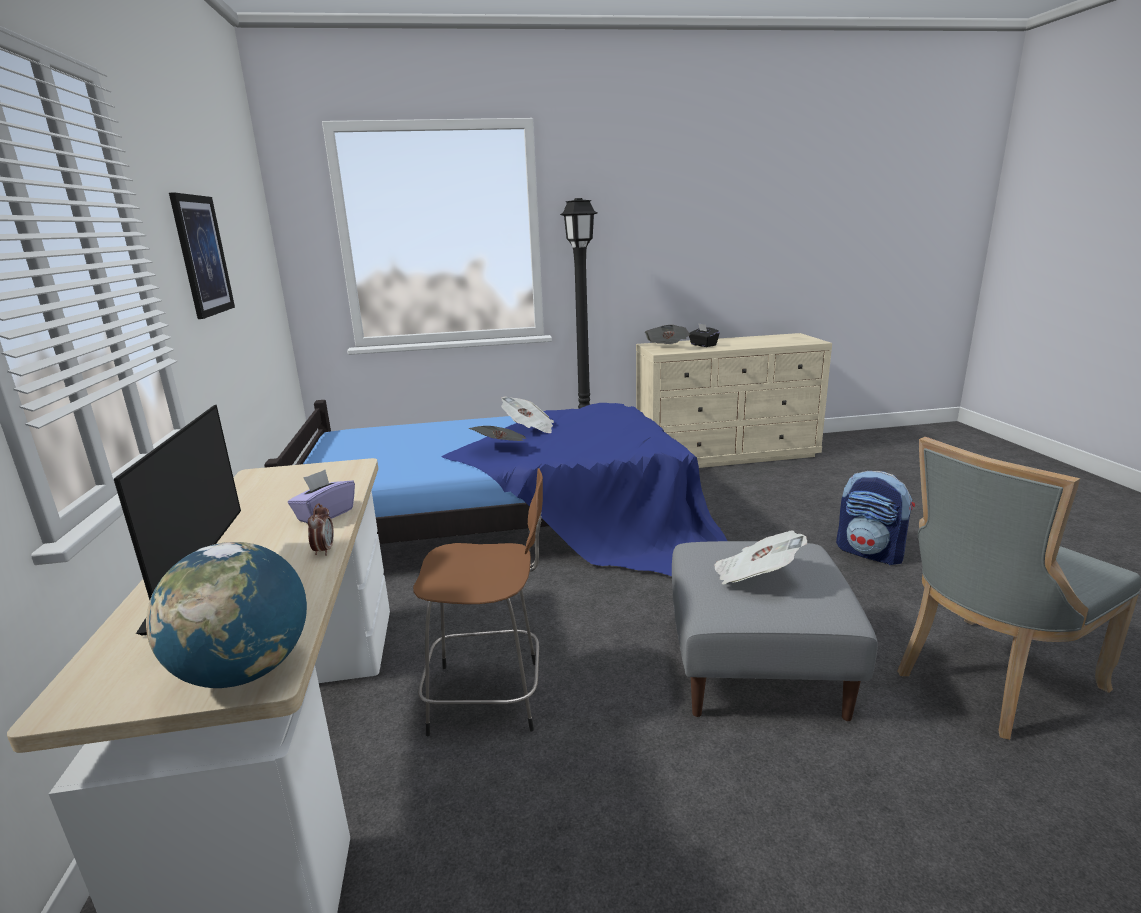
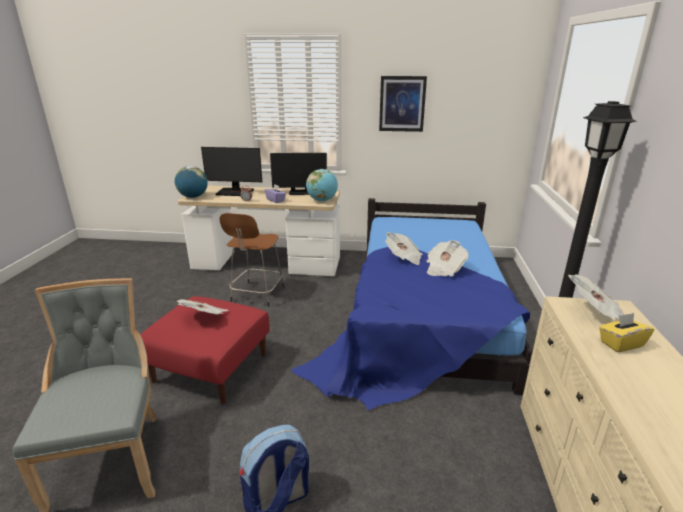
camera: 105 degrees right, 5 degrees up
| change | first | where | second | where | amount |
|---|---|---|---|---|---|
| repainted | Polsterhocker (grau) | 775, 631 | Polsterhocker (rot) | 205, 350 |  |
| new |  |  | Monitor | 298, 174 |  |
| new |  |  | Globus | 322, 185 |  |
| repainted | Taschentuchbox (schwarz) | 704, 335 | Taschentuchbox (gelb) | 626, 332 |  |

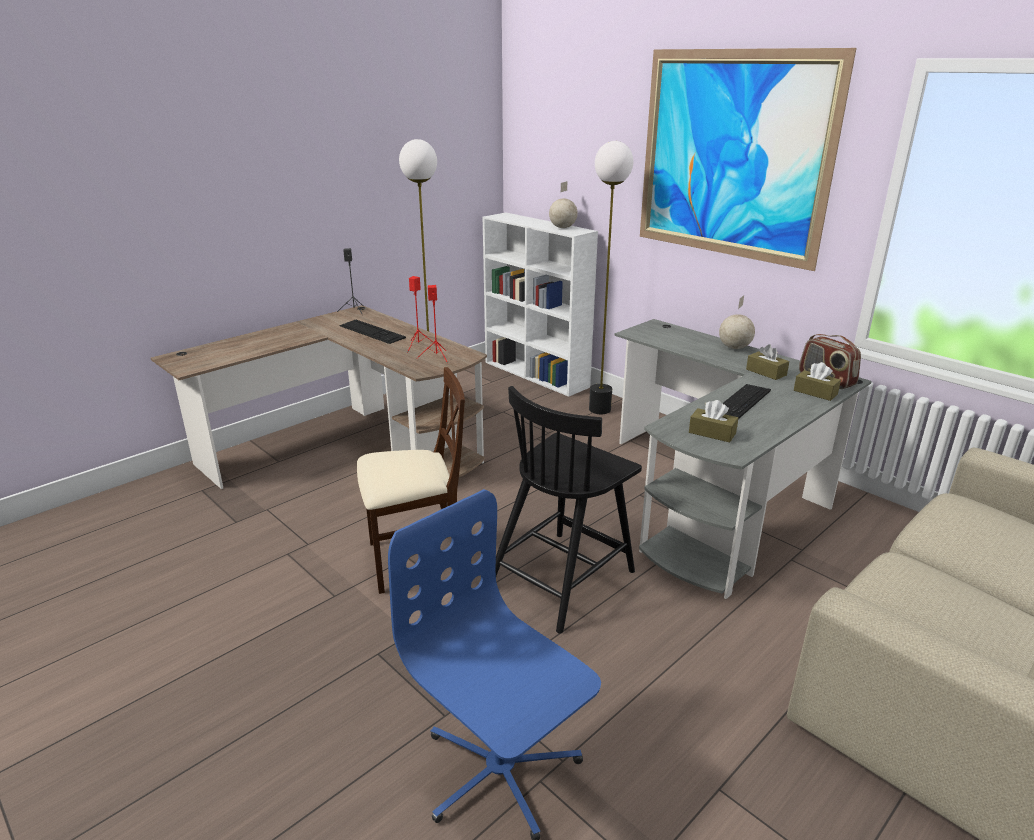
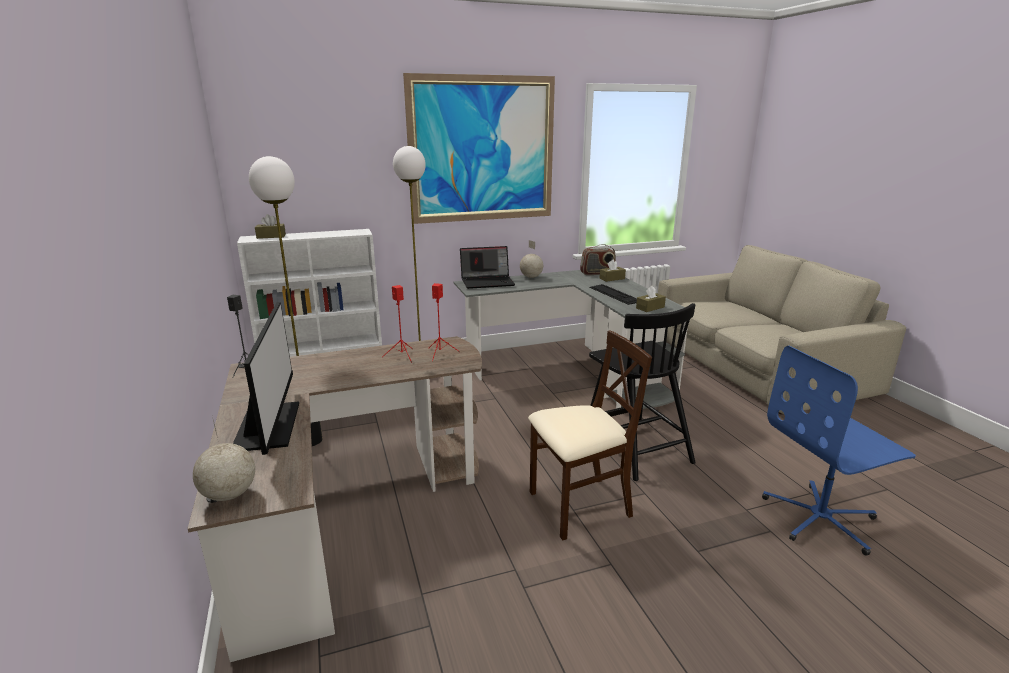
camera: 65 degrees left, 5 degrees down
| change | first | where | second | where | amount |
|---|---|---|---|---|---|
| shifted | Globus | 563, 204 |  | 224, 460 |  |
| new |  |  | Monitor | 266, 378 |  |
| shifted | Taschentuchbox (braun) | 767, 362 |  | 270, 226 |  |
| new |  |  | Laptop | 487, 267 |  |
| rotated | Stuhl (beige) | 411, 480 |  | 590, 435 | 60 degrees clockwise |
| gone | Tastatur | 372, 331 |  |  |  |

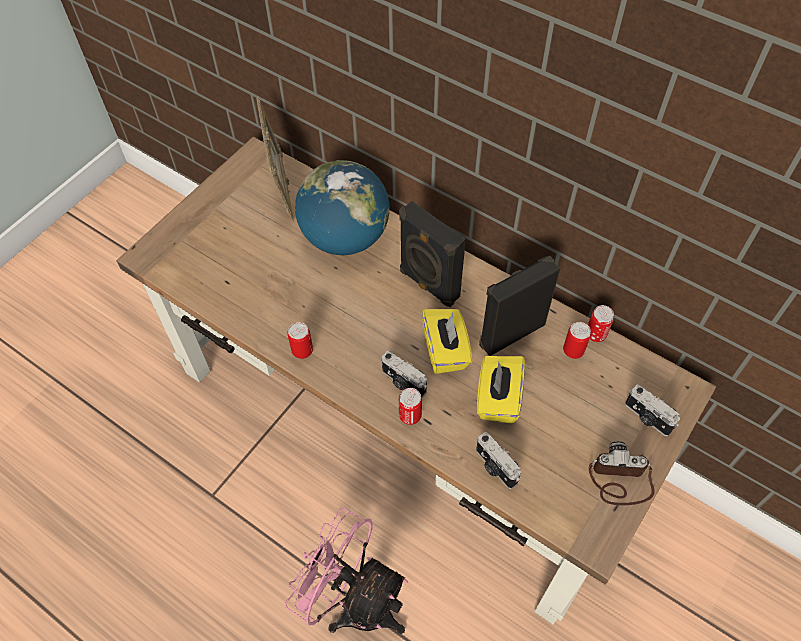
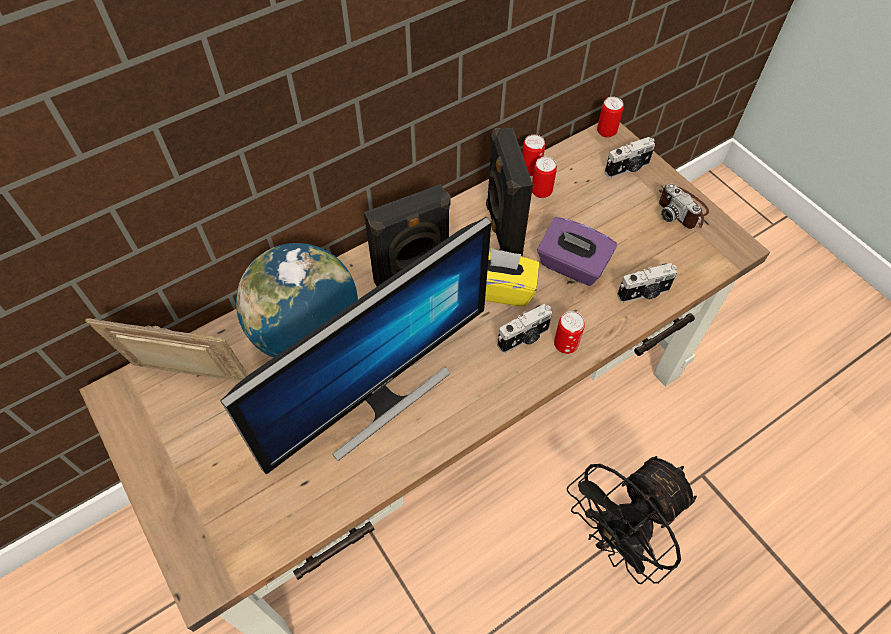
camera: 70 degrees left, 0 degrees up
| change | first | where | second | where | amount |
|---|---|---|---|---|---|
| new |  |  | Monitor | 355, 345 |  |
| repainted | Taschentuchbox (gelb) | 501, 390 | Taschentuchbox (lila) | 577, 251 |  |
| repainted | Ventilator (rosa) | 346, 571 | Ventilator (schwarz) | 632, 520 |  |
| shifted | Dose | 300, 340 |  | 610, 117 |  |
| rotated | Kamera | 622, 473 |  | 684, 206 | 60 degrees counterclockwise |

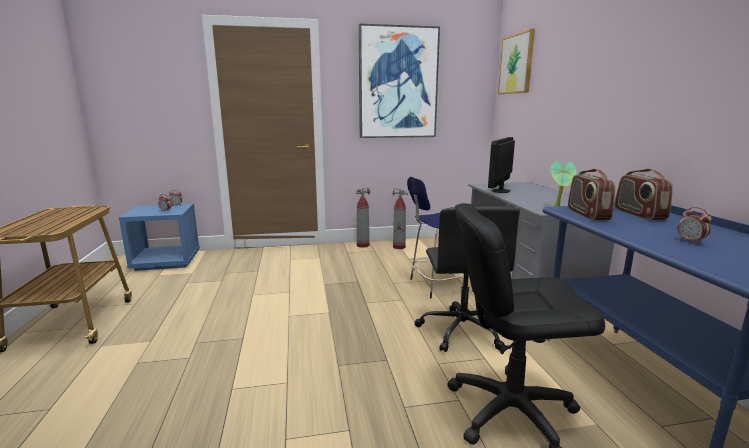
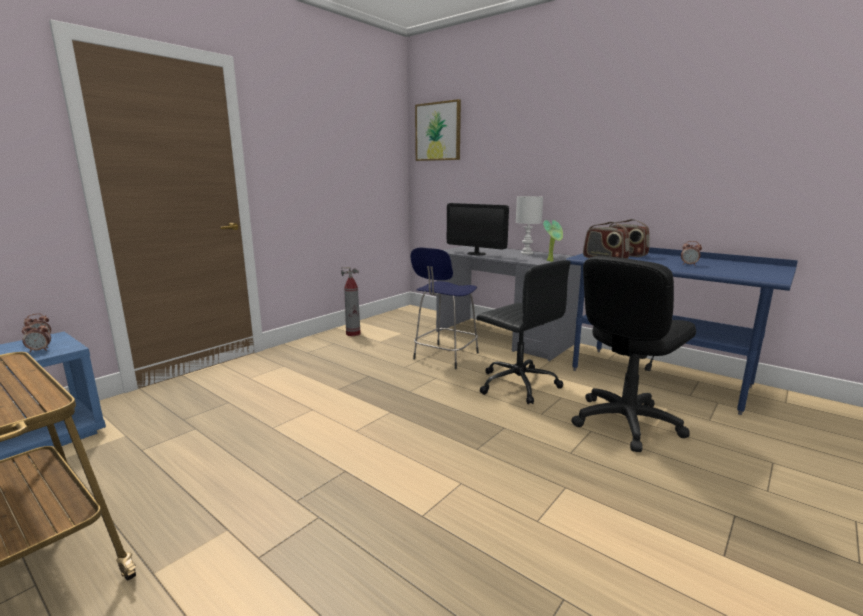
camera: 40 degrees left, 0 degrees up
| change | first | where | second | where | amount |
|---|---|---|---|---|---|
| rotated | Monitor | 501, 165 |  | 478, 229 | 45 degrees counterclockwise |
| new |  |  | Tischlampe (weiß) | 529, 225 |  |
| gone | Feuerlöscher | 363, 218 |  |  |  |
| gone | Bild | 399, 81 |  |  |  |

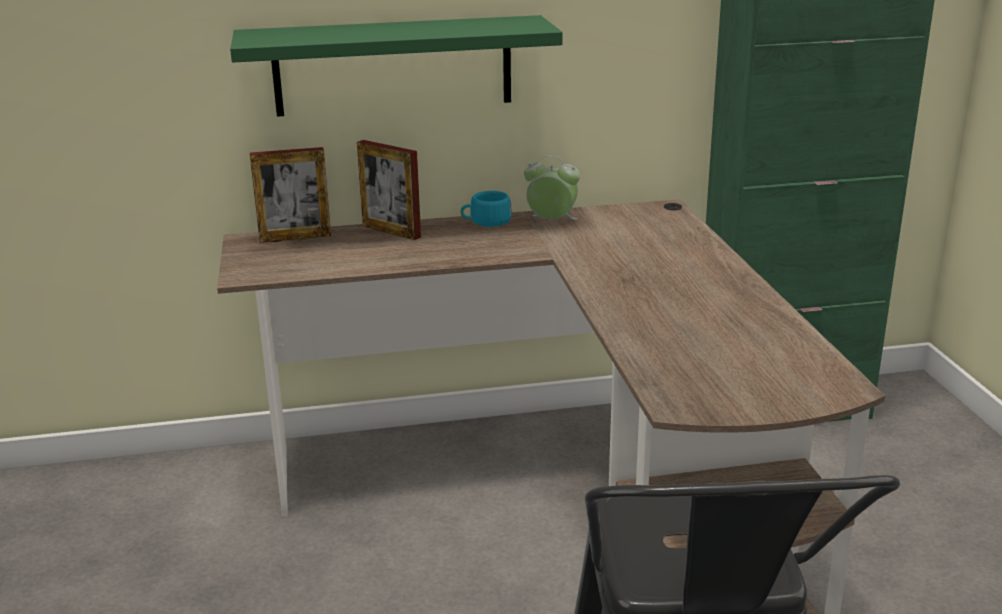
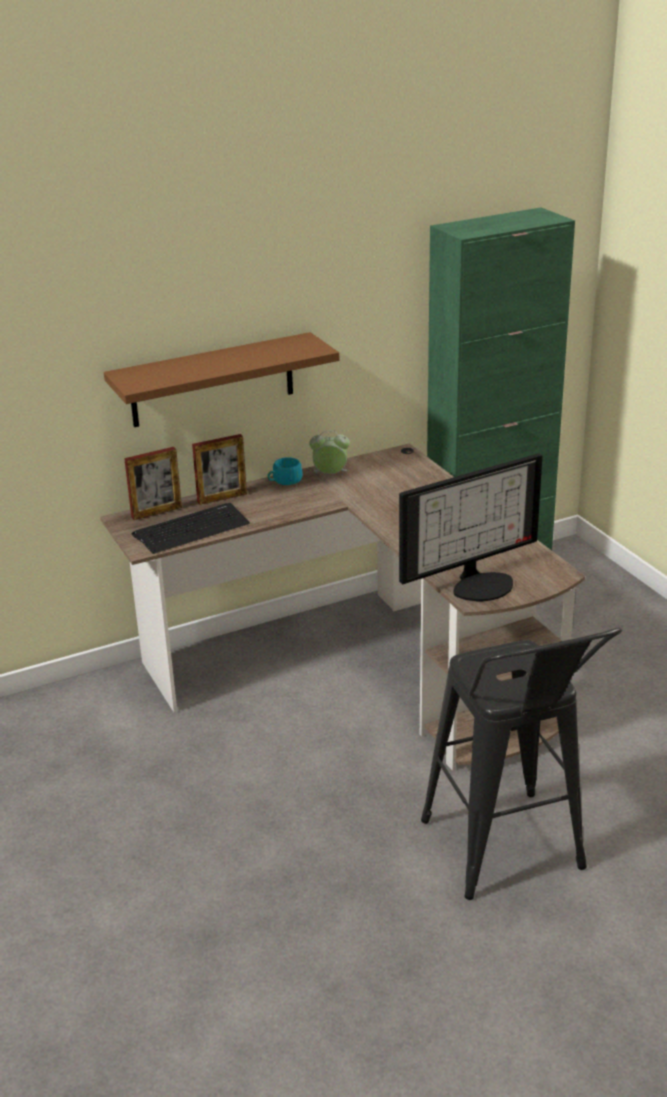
camera: 15 degrees left, 5 degrees up
| change | first | where | second | where | amount |
|---|---|---|---|---|---|
| repainted | Wandregal (grün) | 396, 66 | Wandregal (braun) | 221, 379 |  |
| new |  |  | Tastatur | 190, 528 |  |
| rotated | Bilderrahmen | 389, 190 |  | 219, 469 | 45 degrees counterclockwise |
| new |  |  | Monitor | 470, 527 |  |

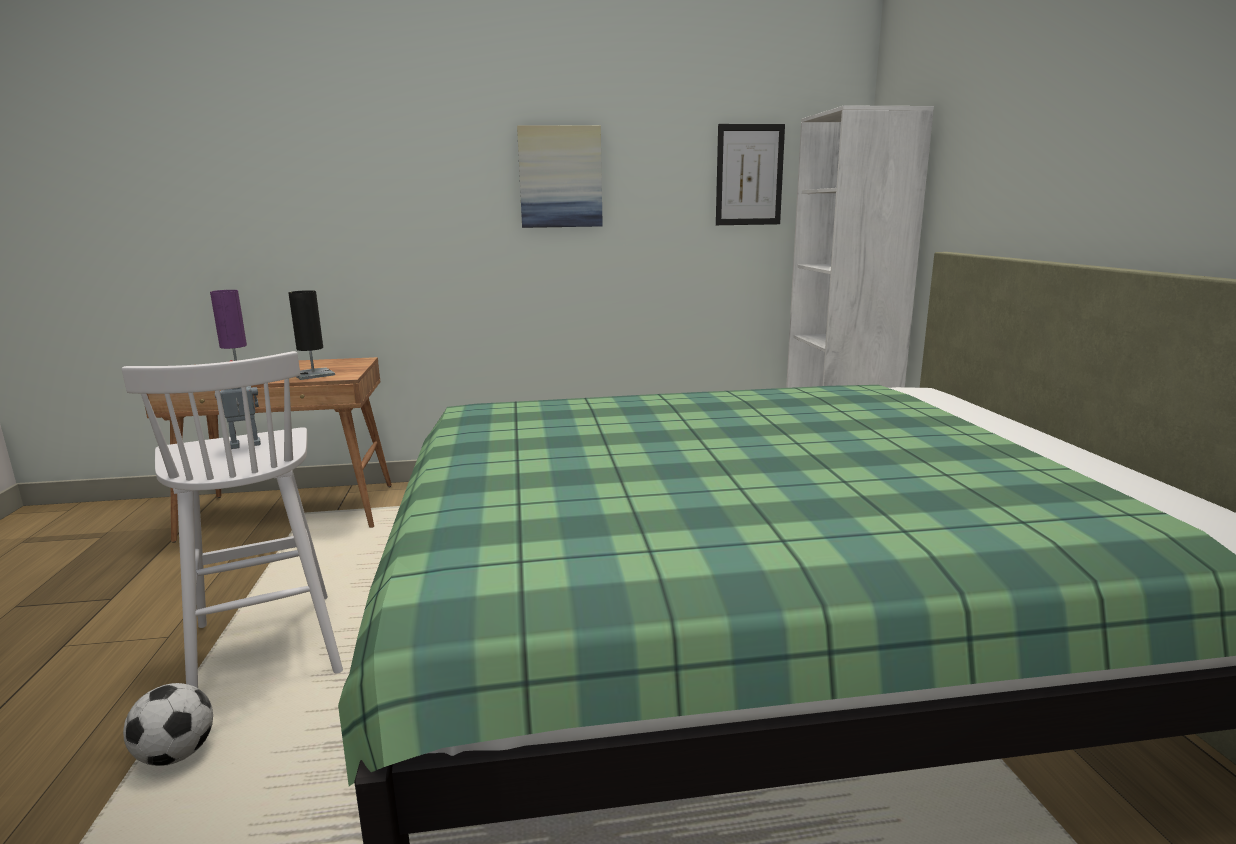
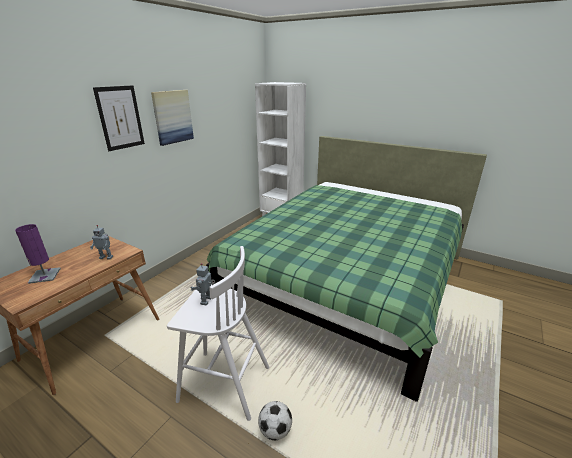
camera: 50 degrees left, 10 degrees up
| change | first | where | second | where | amount |
|---|---|---|---|---|---|
| swapped | Tischlampe (schwarz) | 311, 335 | Spielzeugroboter | 101, 242 |  |
| shifted | Bild | 750, 174 |  | 119, 118 |  |

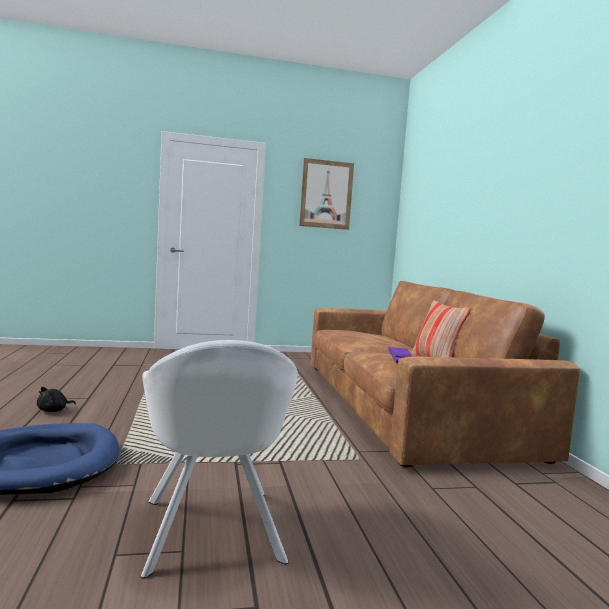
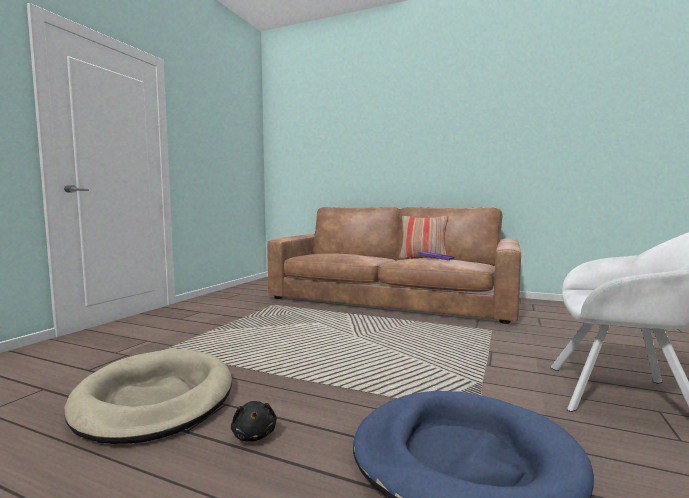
camera: 55 degrees left, 0 degrees up
| change | first | where | second | where | amount |
|---|---|---|---|---|---|
| new |  |  | Hundebett (beige) | 148, 396 |  |
| gone | Bild | 326, 194 |  |  |  |

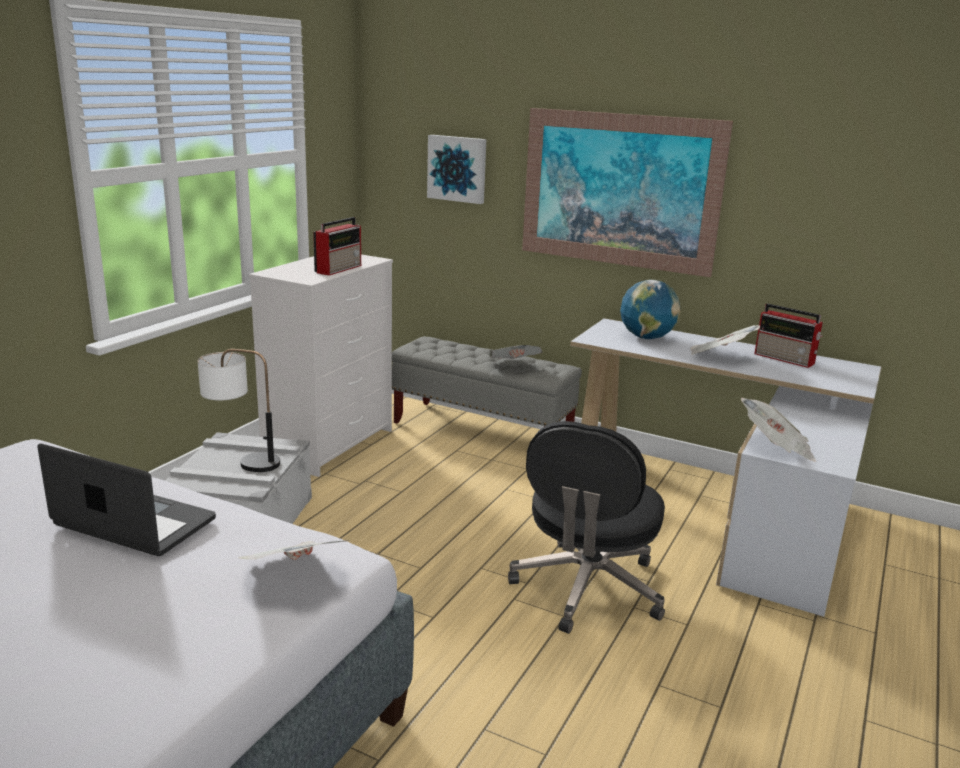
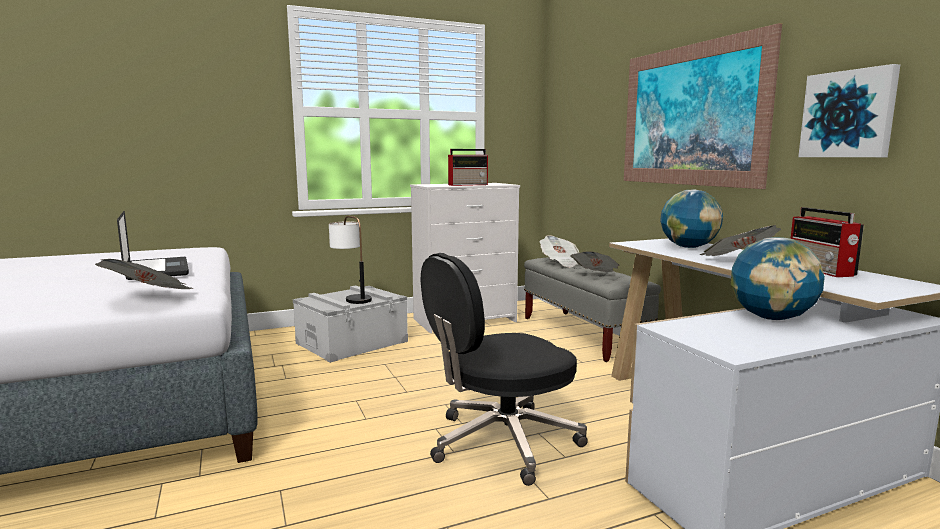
camera: 40 degrees right, 10 degrees down
| change | first | where | second | where | amount |
|---|---|---|---|---|---|
| shifted | Zeitung | 779, 430 |  | 560, 251 |  |
| new |  |  | Globus | 778, 278 |  |
| shifted | Bild | 456, 169 |  | 849, 110 |  |

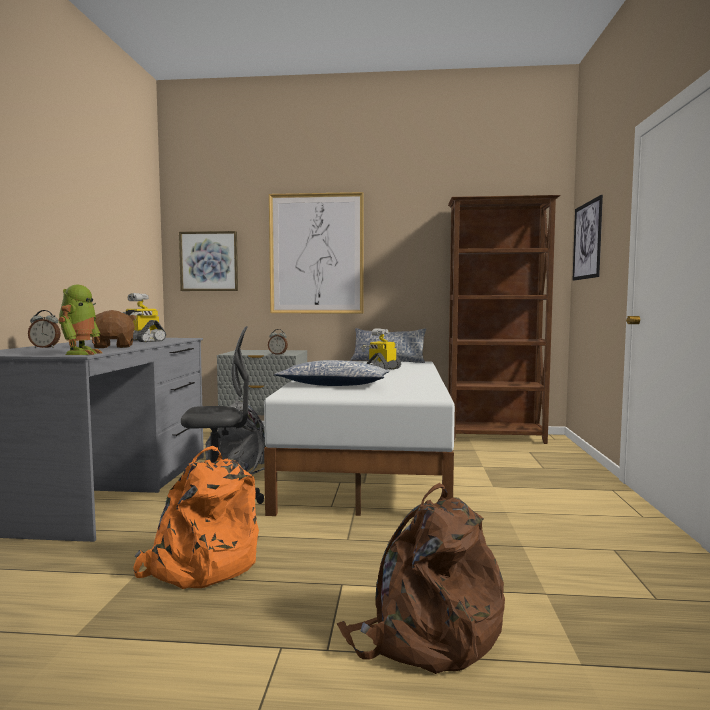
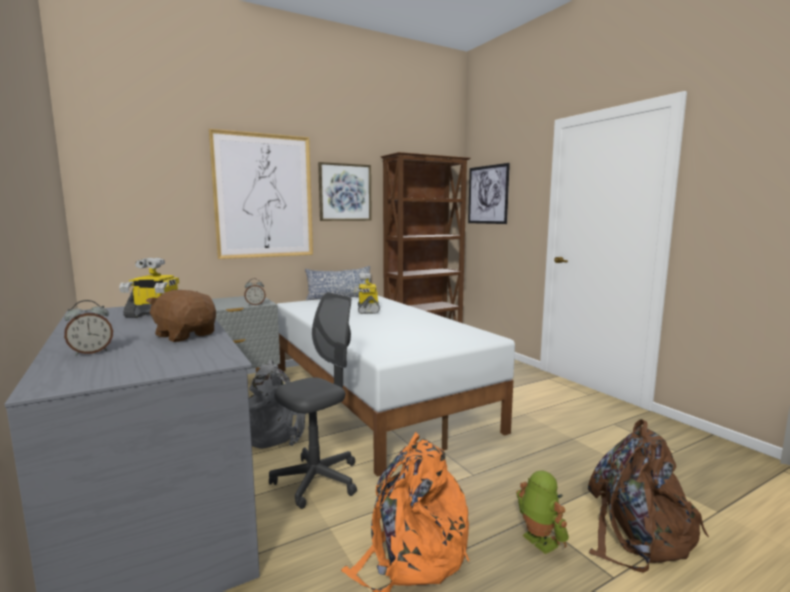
camera: 35 degrees left, 5 degrees up
| change | first | where | second | where | amount |
|---|---|---|---|---|---|
| shifted | Bild | 208, 261 |  | 345, 191 |  |
| shifted | Spielzeugroboter | 80, 320 |  | 542, 512 |  |
| gone | Kissen | 332, 373 |  |  |  |

